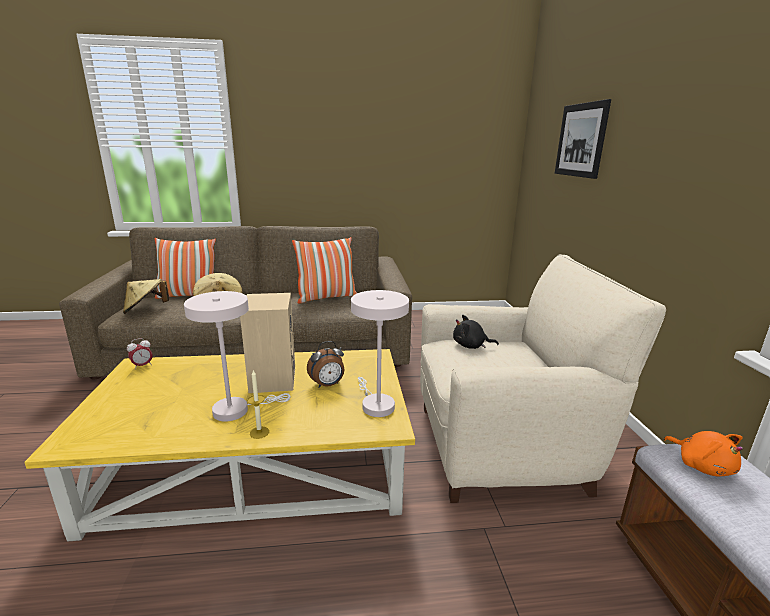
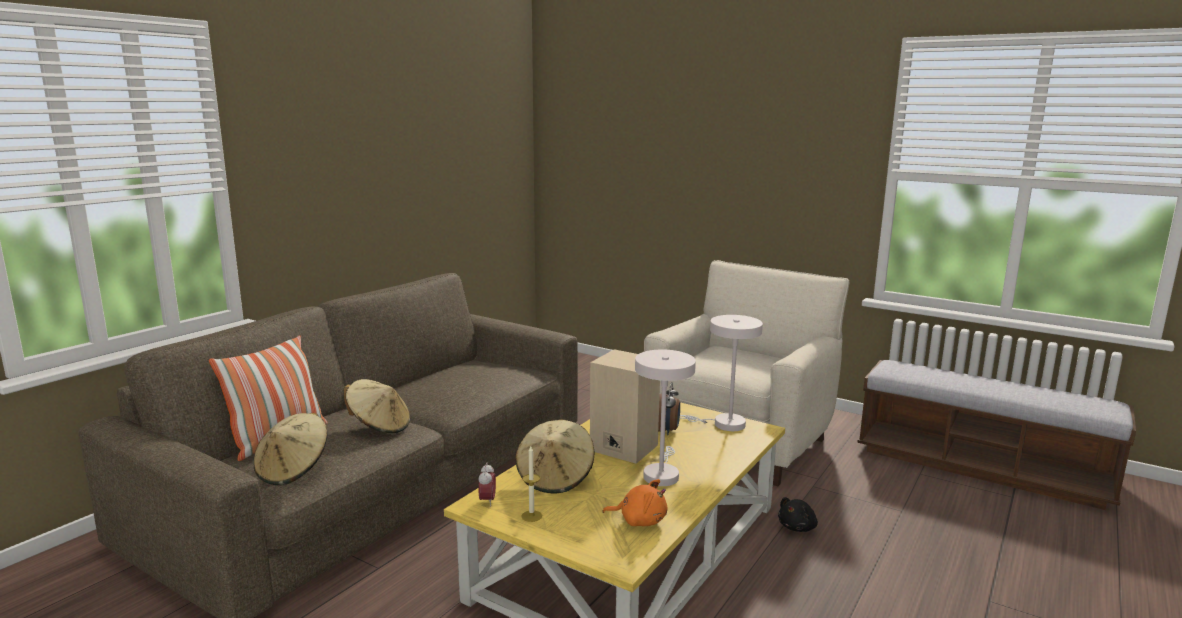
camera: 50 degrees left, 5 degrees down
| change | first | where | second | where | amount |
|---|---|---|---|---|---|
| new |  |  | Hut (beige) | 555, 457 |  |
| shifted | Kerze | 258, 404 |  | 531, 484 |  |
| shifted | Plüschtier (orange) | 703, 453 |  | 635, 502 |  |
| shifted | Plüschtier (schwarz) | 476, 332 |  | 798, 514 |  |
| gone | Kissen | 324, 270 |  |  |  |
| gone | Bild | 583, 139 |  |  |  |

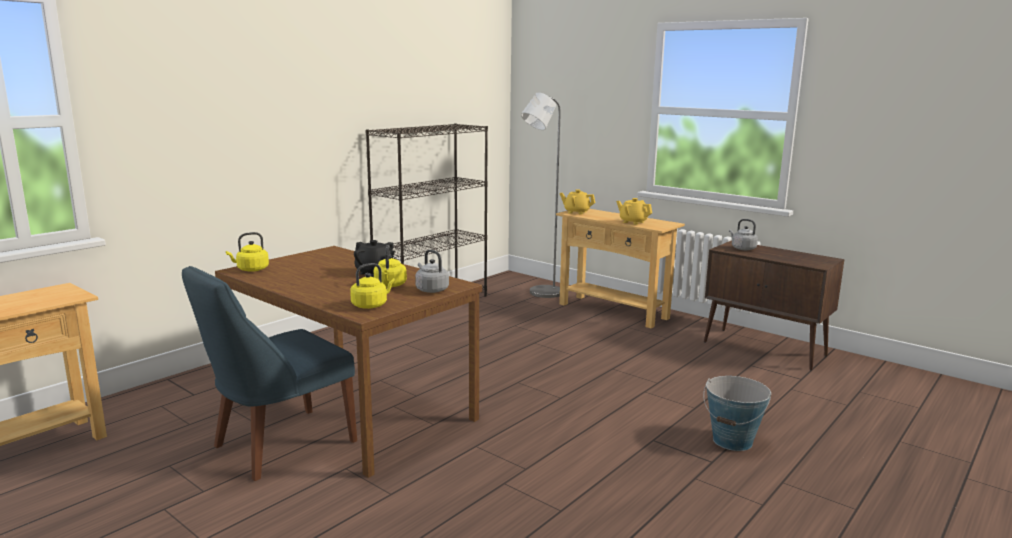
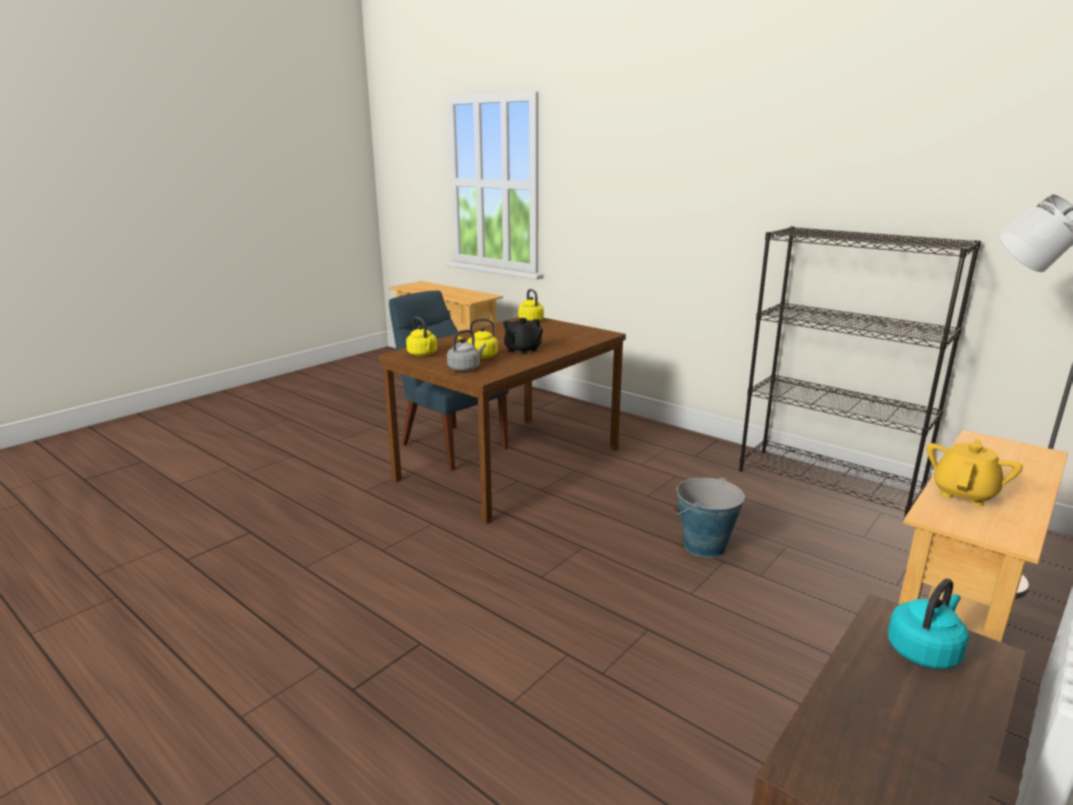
camera: 90 degrees right, 5 degrees up
| change | first | where | second | where | amount |
|---|---|---|---|---|---|
| shifted | Eimer | 737, 413 |  | 710, 518 |  |
| repainted | Wasserkessel (grau) | 743, 234 | Wasserkessel (türkis) | 928, 624 |  |
| gone | Teekanne (gelb) | 577, 202 |  |  |  |

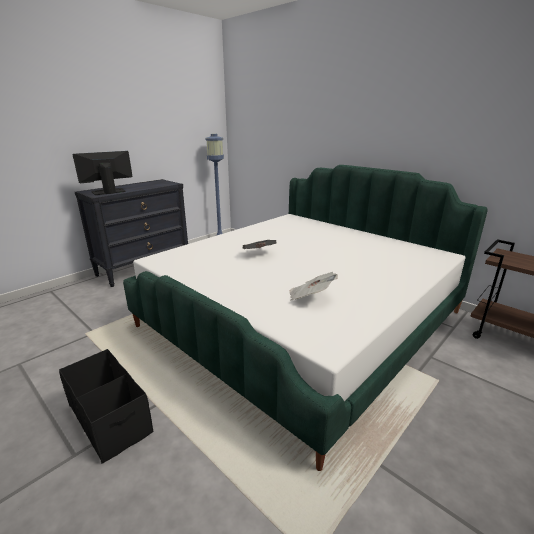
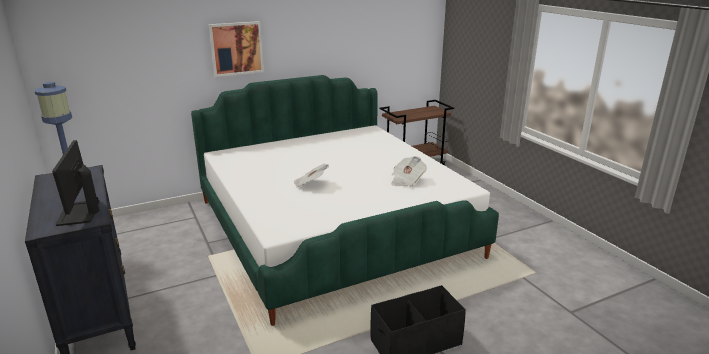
camera: 70 degrees left, 0 degrees up
| change | first | where | second | where | amount |
|---|---|---|---|---|---|
| new |  |  | Bild | 236, 49 |  |

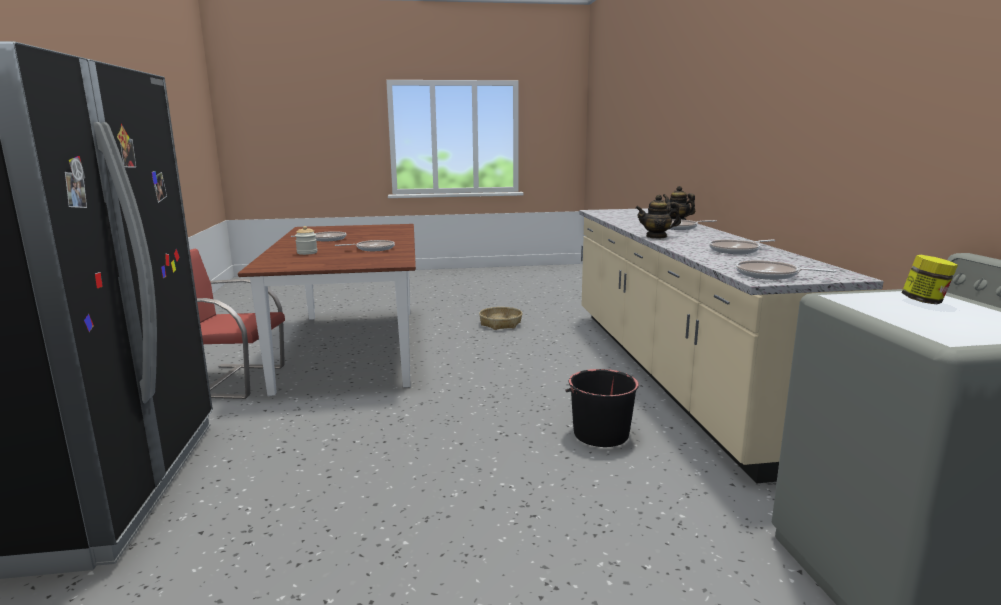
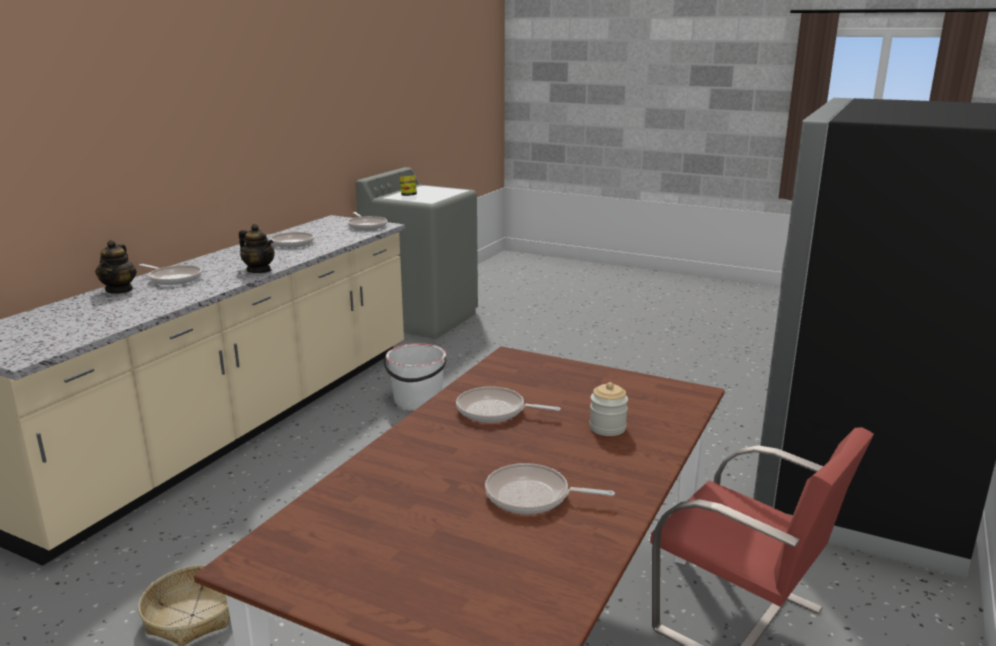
camera: 145 degrees left, 5 degrees up
| change | first | where | second | where | amount |
|---|---|---|---|---|---|
| repainted | Eimer (schwarz) | 602, 408 | Eimer (weiß) | 415, 376 |  |

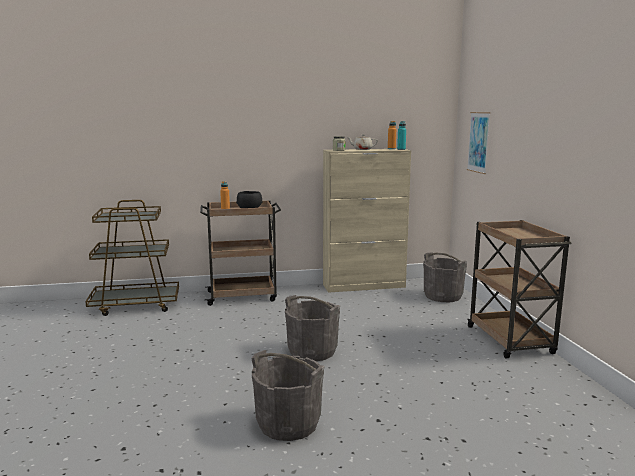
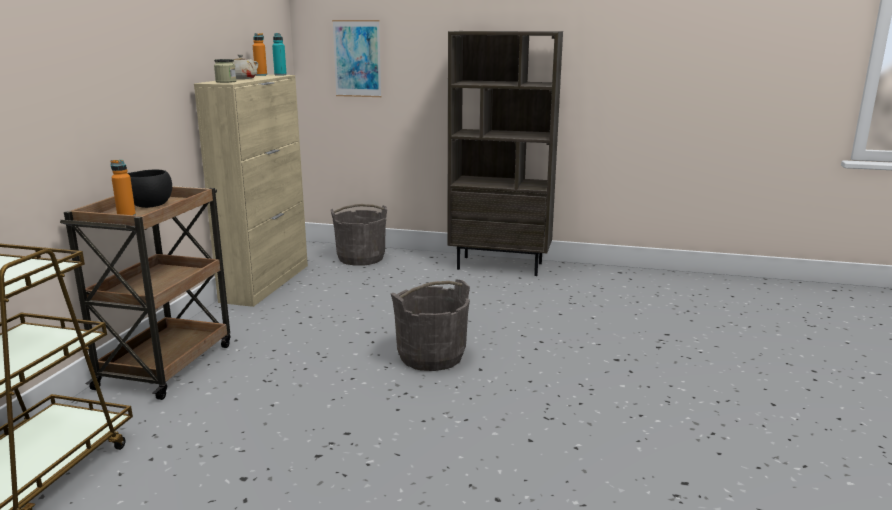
camera: 65 degrees left, 5 degrees up
| change | first | where | second | where | amount |
|---|---|---|---|---|---|
| swapped | Rollwagen (braun) | 519, 289 | Bücherregal (braun) | 505, 153 |  |
| gone | Eimer (grau) | 288, 395 |  |  |  |

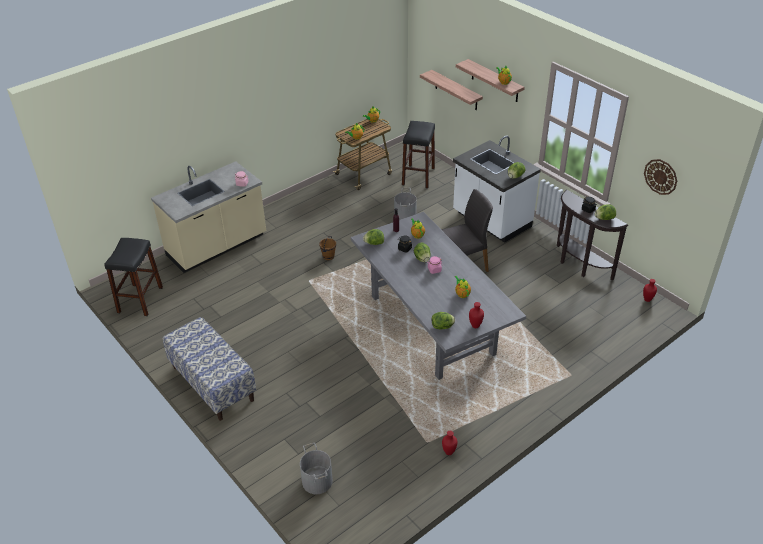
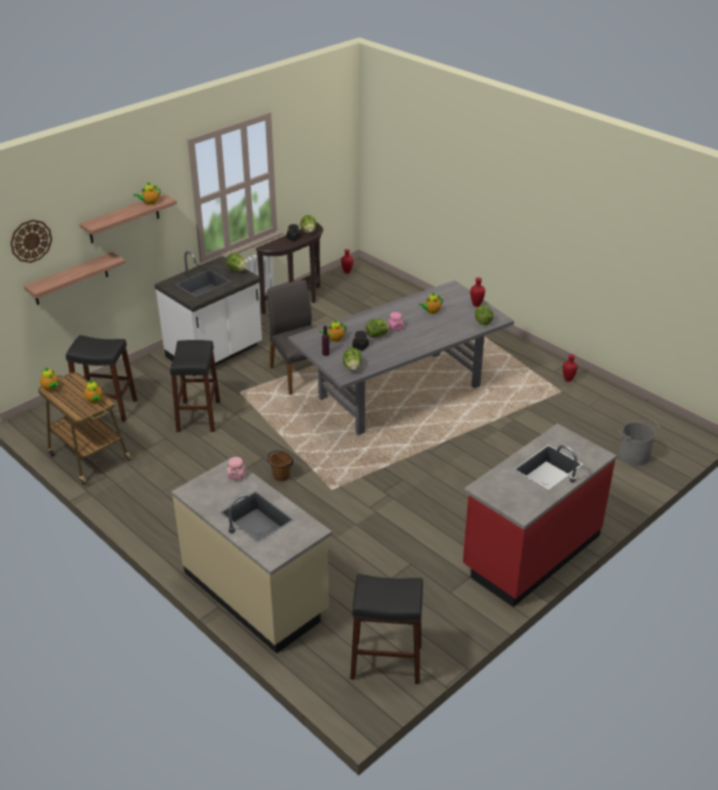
camera: 95 degrees left, 5 degrees down
| change | first | where | second | where | amount |
|---|---|---|---|---|---|
| shifted | Wanduhr | 660, 177 |  | 31, 241 |  |
| swapped | Eimer (grau) | 405, 204 | Hocker (schwarz) | 195, 386 |  |
| swapped | Bank | 209, 369 | Küchenzeile (rot) | 540, 515 |  |

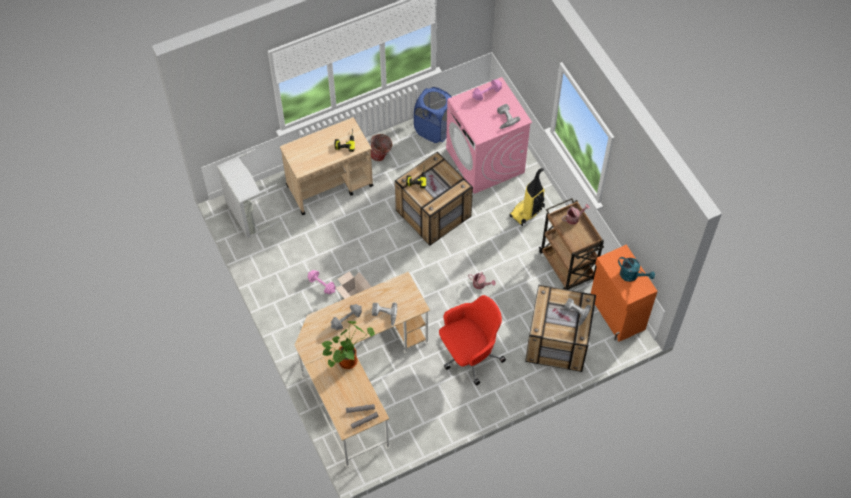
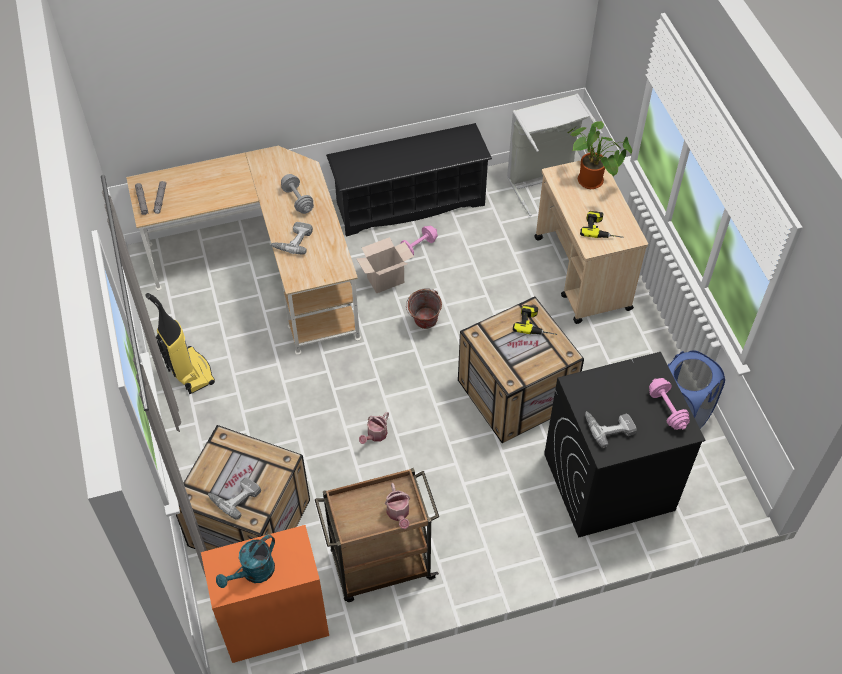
camera: 100 degrees right, 5 degrees down
| change | first | where | second | where | amount |
|---|---|---|---|---|---|
| shifted | Staubsauger | 527, 197 |  | 180, 343 |  |
| new |  |  | Schuhregal (schwarz) | 409, 180 |  |
| shifted | Eimer | 381, 147 |  | 424, 308 |  |
| repainted | Waschmaschine (rosa) | 489, 135 | Waschmaschine (schwarz) | 624, 445 |  |
| shifted | Topfpflanze | 348, 345 |  | 600, 155 |  |
| gone | Bürostuhl (rot) | 472, 340 |  |  |  |

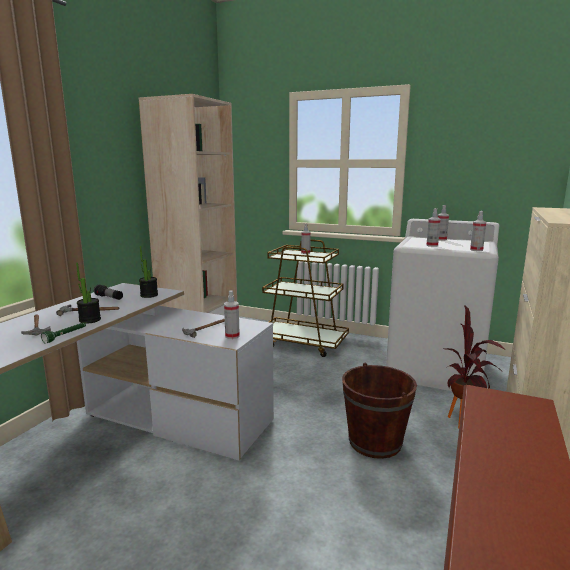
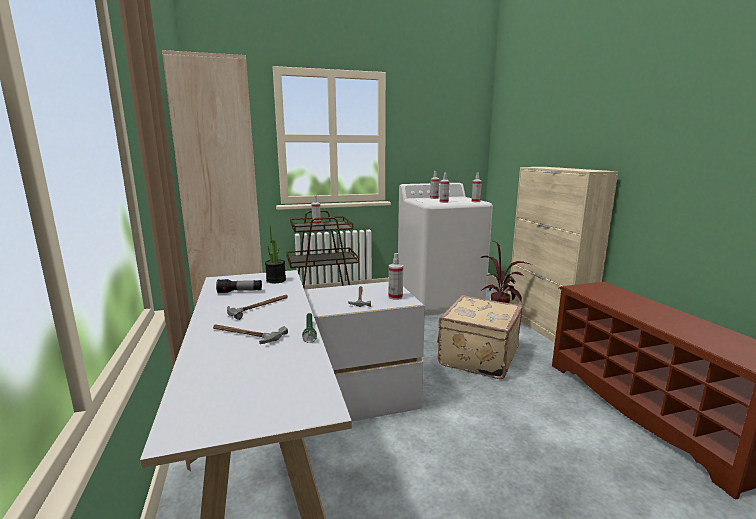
camera: 40 degrees left, 0 degrees up
| change | first | where | second | where | amount |
|---|---|---|---|---|---|
| swapped | Eimer (braun) | 379, 411 | Koffer (beige) | 480, 337 |  |
| gone | Topfpflanze | 88, 293 |  |  |  |

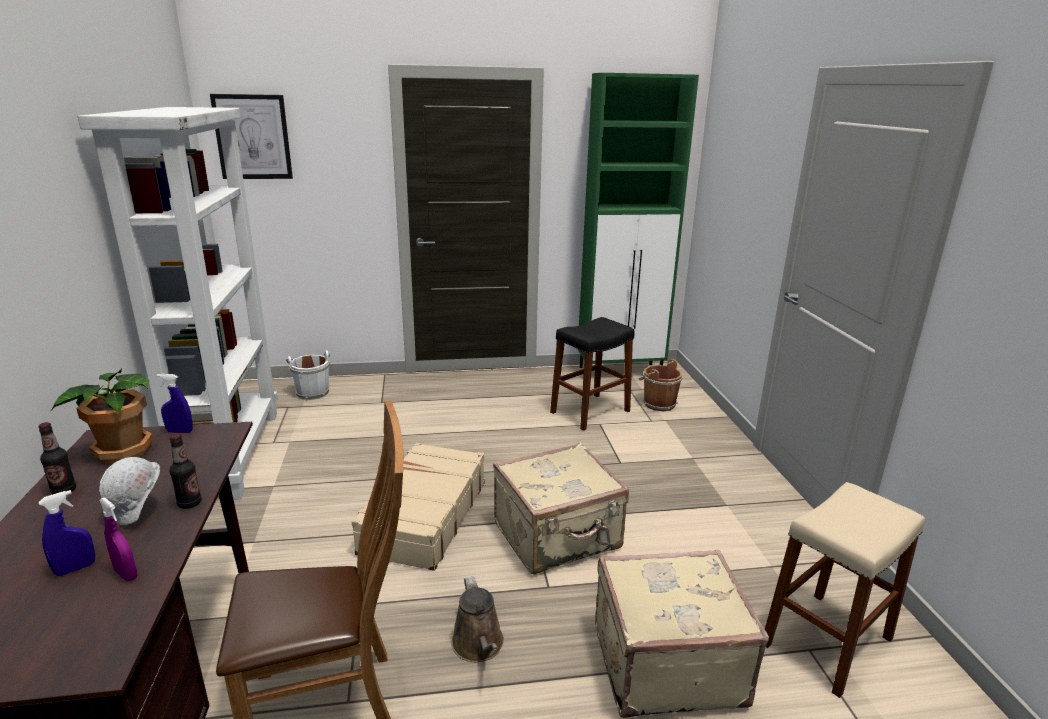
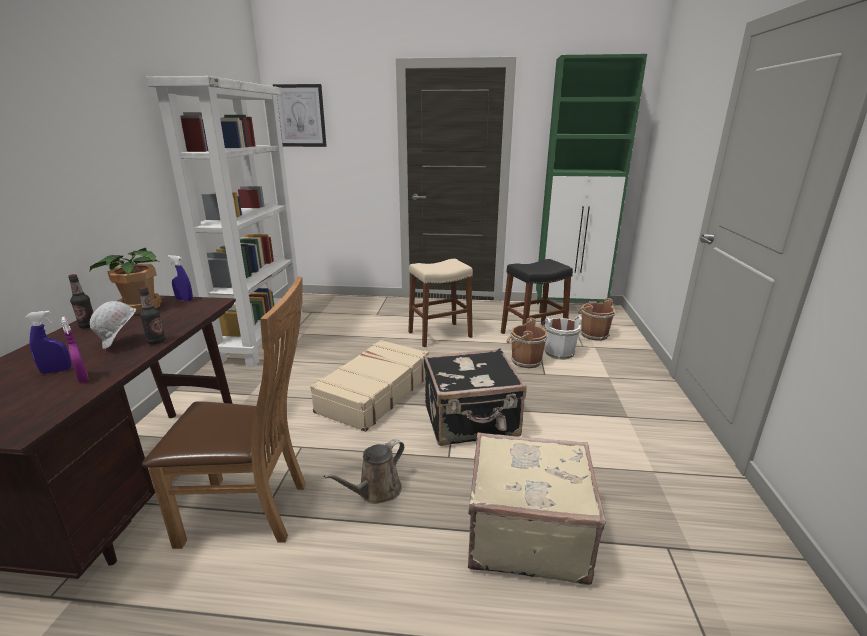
camera: 15 degrees right, 0 degrees up
| change | first | where | second | where | amount |
|---|---|---|---|---|---|
| rotated | Gießkanne (braun) | 477, 619 |  | 364, 471 | 45 degrees clockwise |
| shifted | Hocker (beige) | 845, 590 |  | 440, 303 |  |
| repainted | Koffer (beige) | 561, 508 | Koffer (schwarz) | 475, 397 |  |
| new |  |  | Eimer (braun) | 527, 342 |  |
| shifted | Eimer (weiß) | 308, 375 |  | 562, 337 |  |

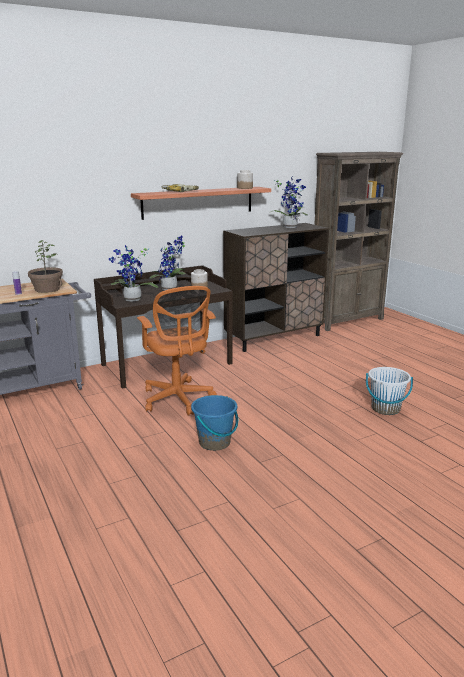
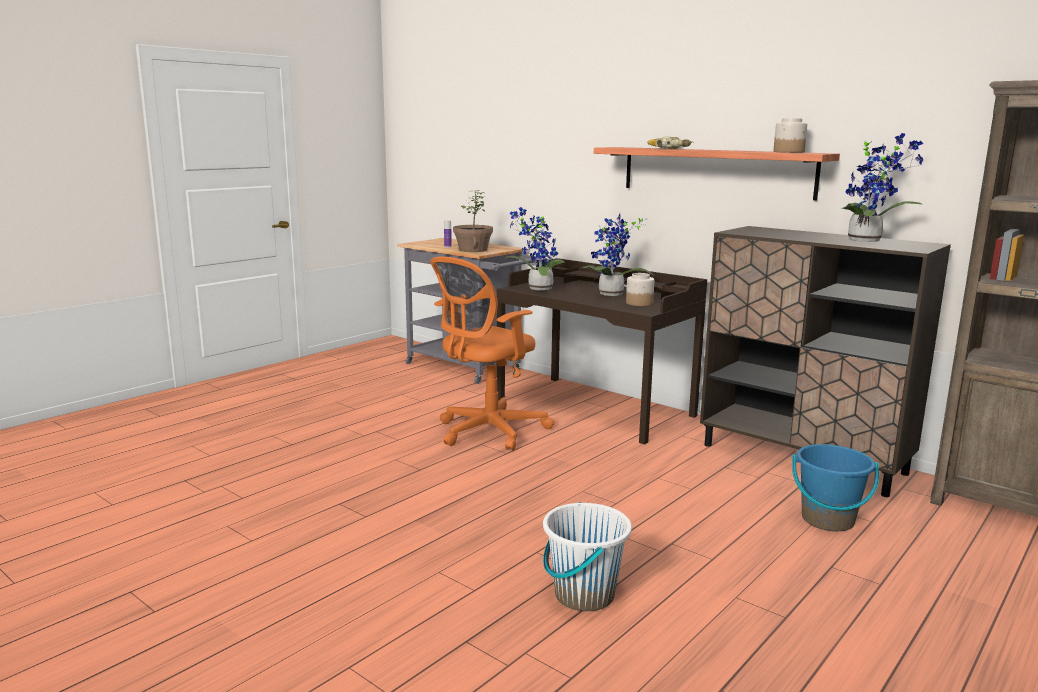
camera: 70 degrees right, 5 degrees down
| change | first | where | second | where | amount |
|---|---|---|---|---|---|
| shifted | Eimer (blau) | 214, 423 |  | 835, 487 |  |

